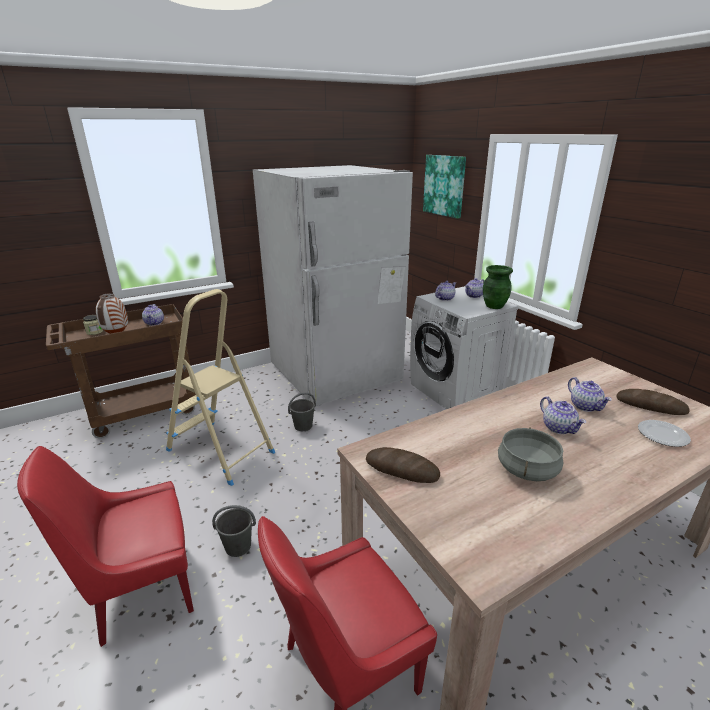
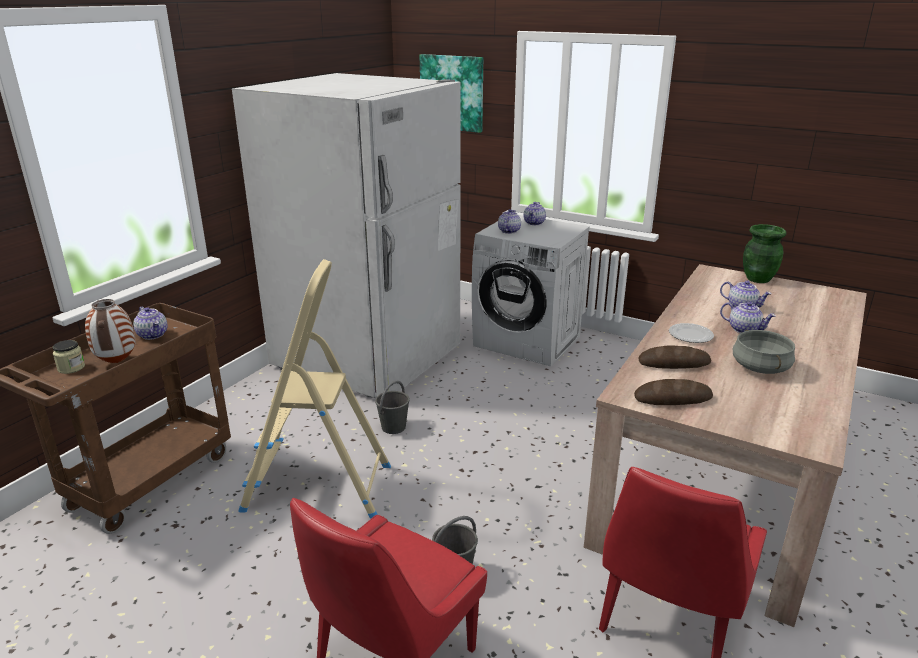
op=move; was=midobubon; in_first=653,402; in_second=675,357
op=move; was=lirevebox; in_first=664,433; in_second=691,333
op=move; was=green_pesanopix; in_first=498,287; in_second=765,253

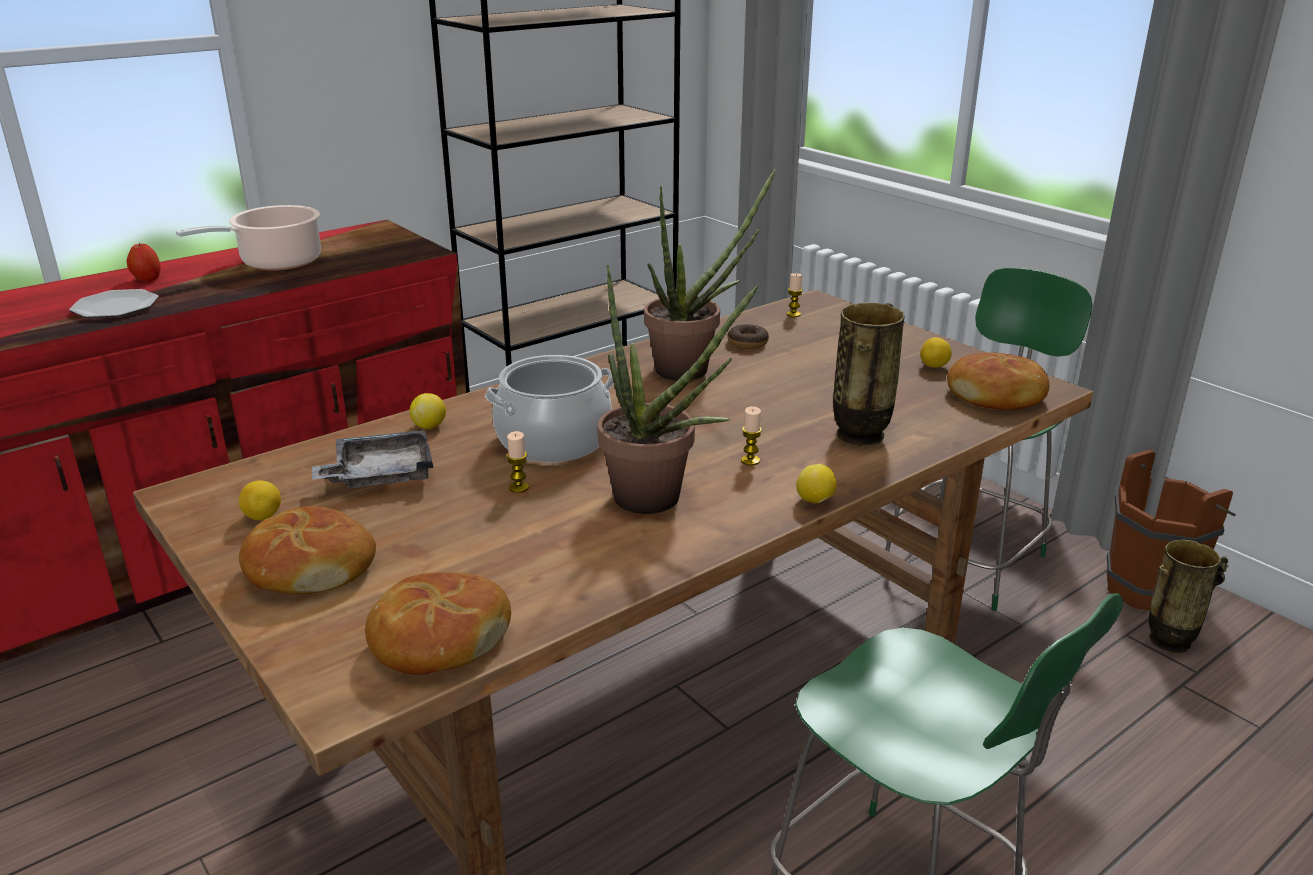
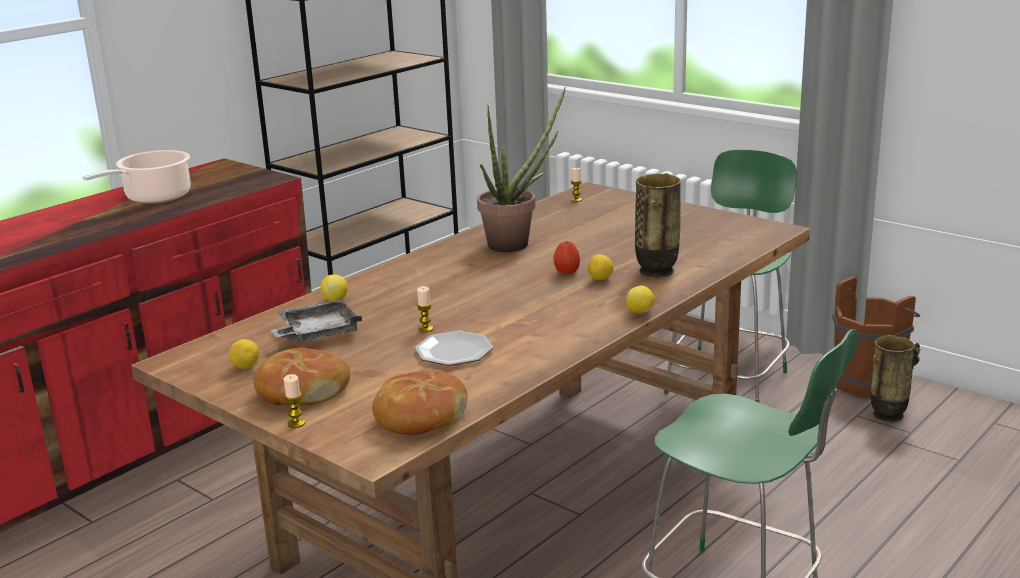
op=move; was=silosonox; in_first=751,436; in_second=294,401
op=move; was=lirevebox; in_first=114,303; in_second=454,348
op=move; was=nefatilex; in_first=144,261; in_second=567,257
op=move; was=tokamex; in_first=936,352; in_second=601,267
op=delete; was=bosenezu; in_first=549,408
op=delete; was=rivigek; in_first=678,389
op=delete; was=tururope; in_first=748,336
op=delete; was=midobubon; in_first=998,381

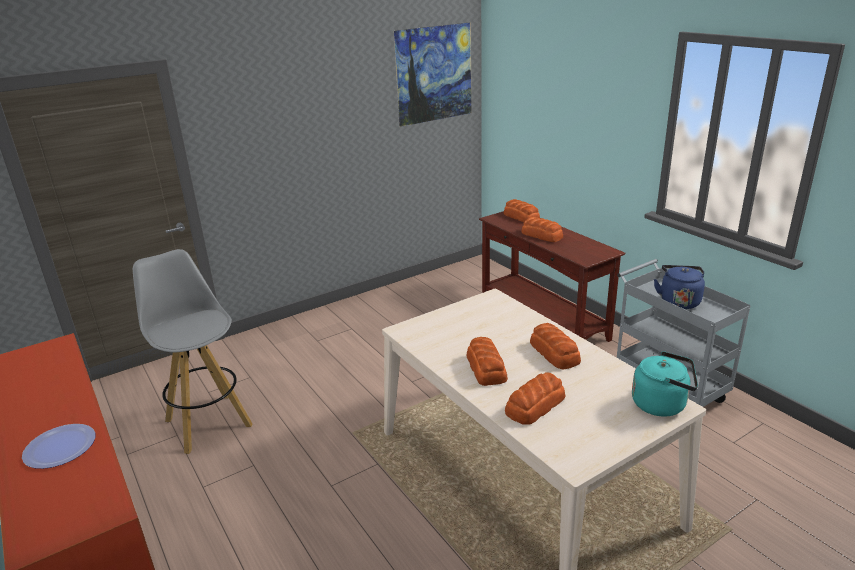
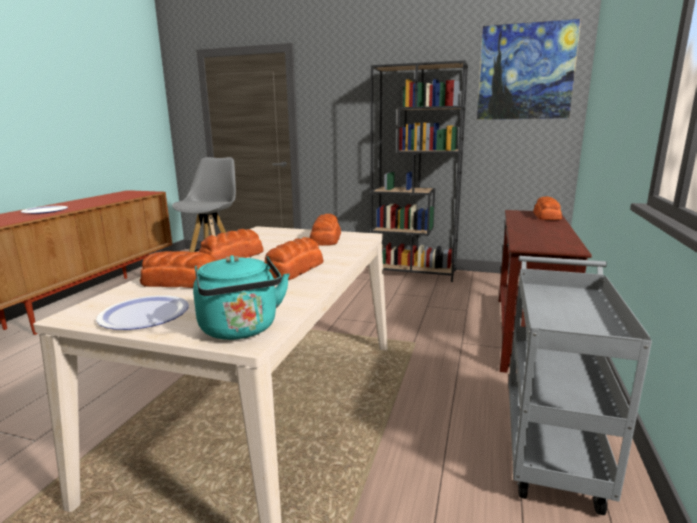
op=insert; now=lirevebox; in_second=142,312
op=move; was=midobubon; in_first=542,229; in_second=325,230
op=insert; now=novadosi; in_second=419,171
op=delete; was=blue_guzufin; in_first=679,287

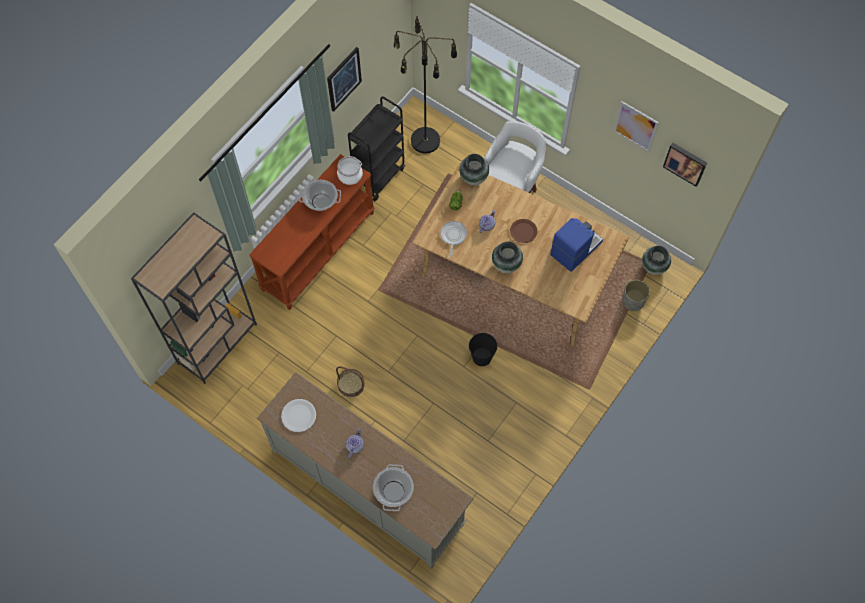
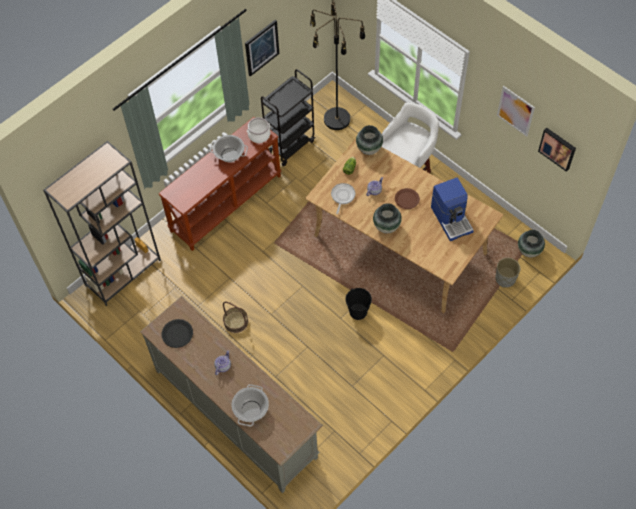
op=recolor; was=white_lirevebox; now=black_lirevebox; in_first=298,415; in_second=177,333
op=rotate; was=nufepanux; in_first=576,245; in_second=452,209; clockwise=105

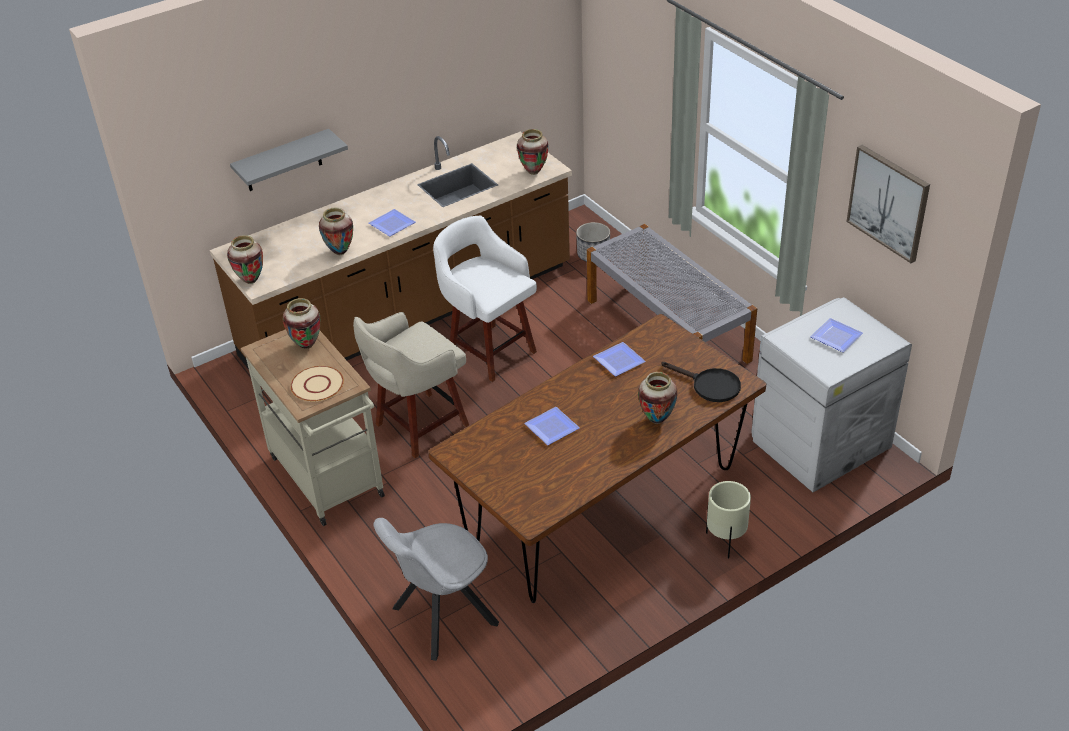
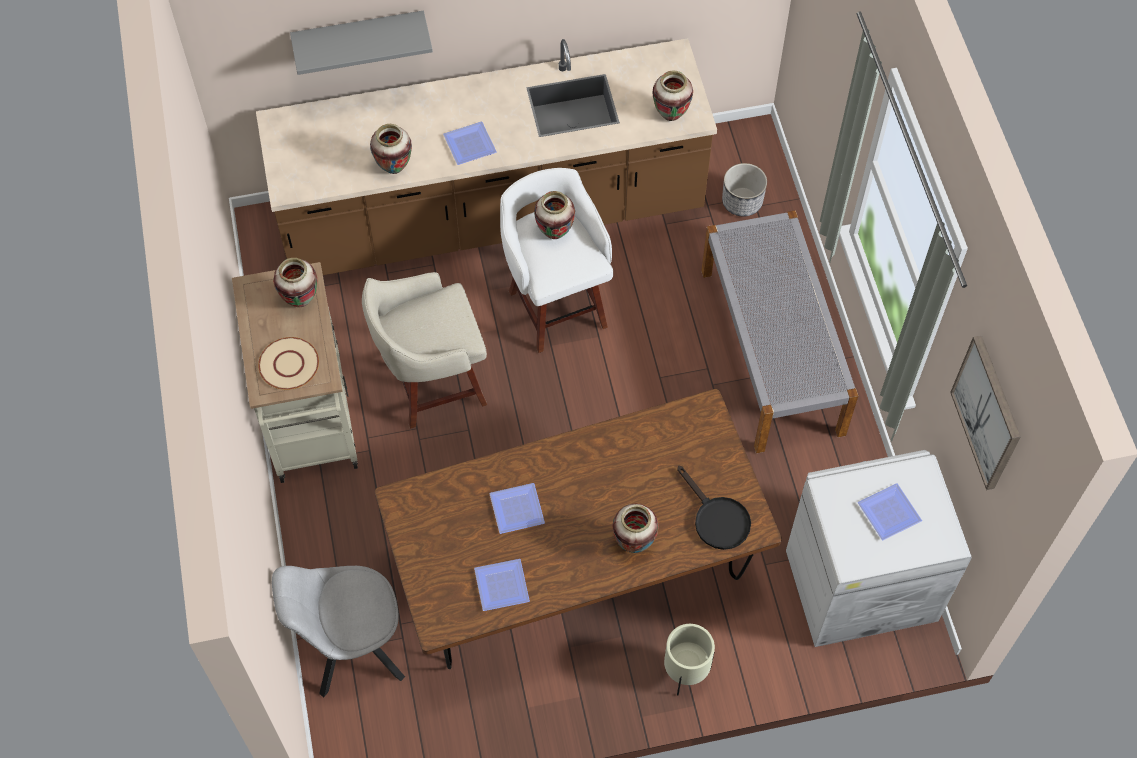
op=move; was=lirevebox; in_first=619,359; in_second=502,585
op=move; was=pesanopix; in_first=245,259; in_second=554,215

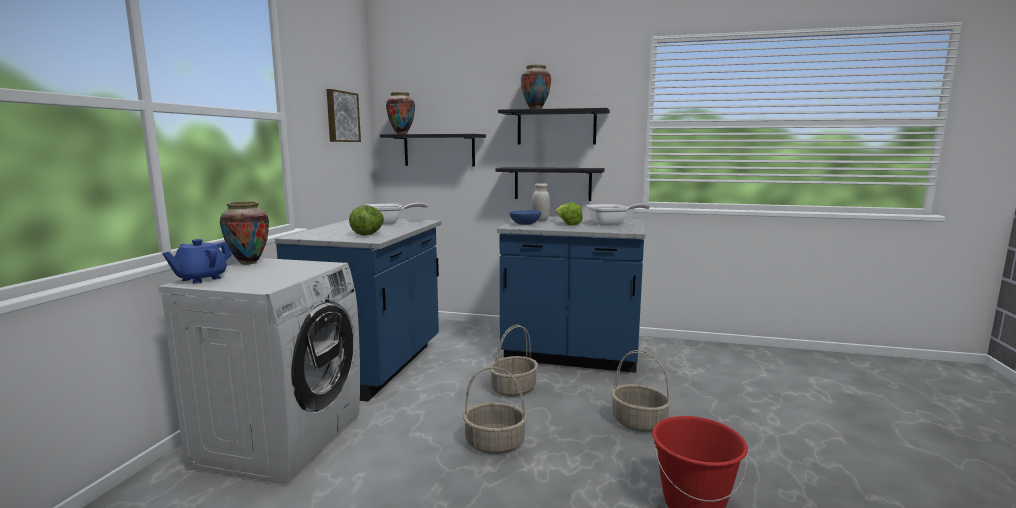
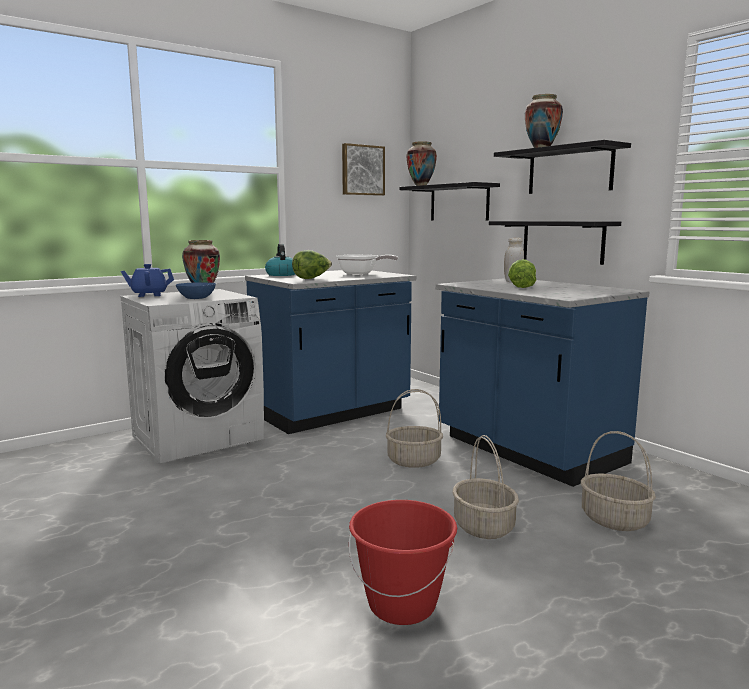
op=move; was=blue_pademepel; in_first=525,217; in_second=196,291
op=insert; now=guzufin; in_second=280,259
op=move; was=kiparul; in_first=495,410; in_second=618,481
op=delete; was=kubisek; in_first=618,215

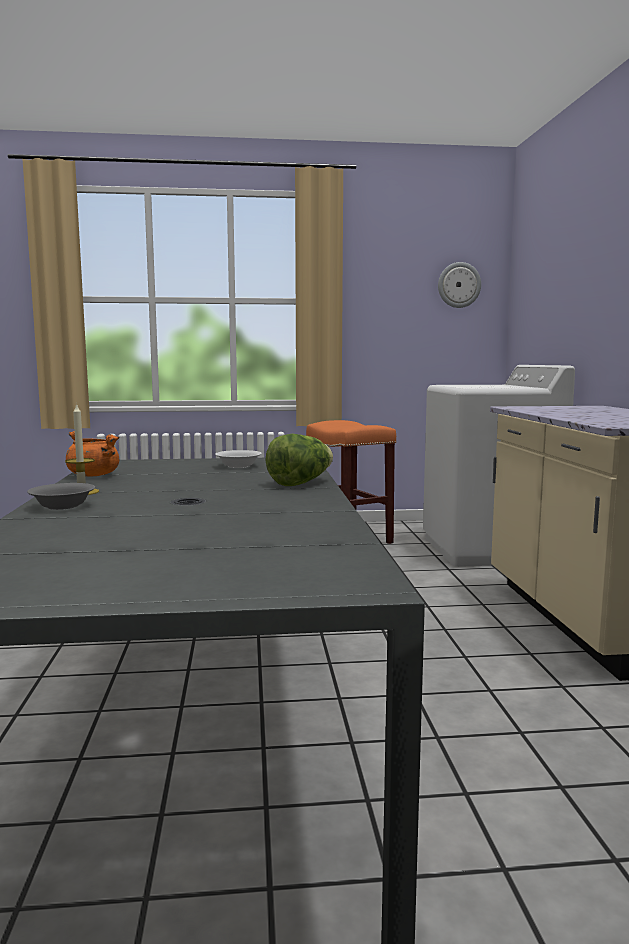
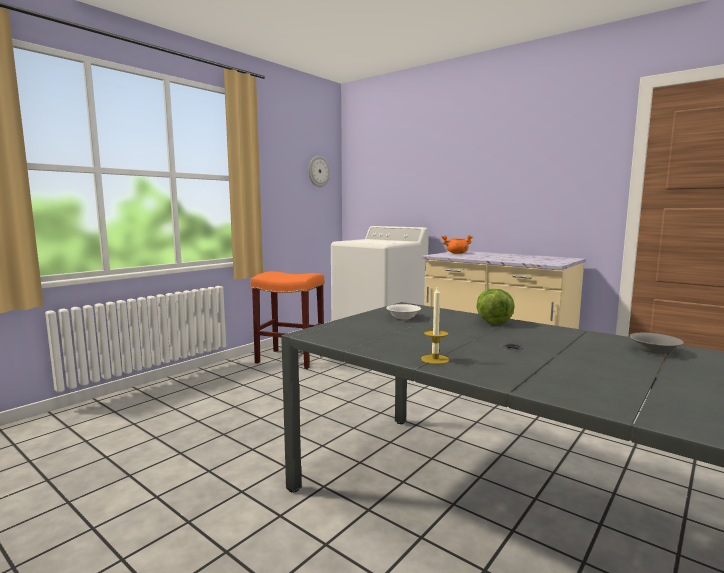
op=move; was=orange_bosenezu; in_first=92,453; in_second=457,244
op=move; was=grey_pademepel; in_first=61,496; in_second=657,344

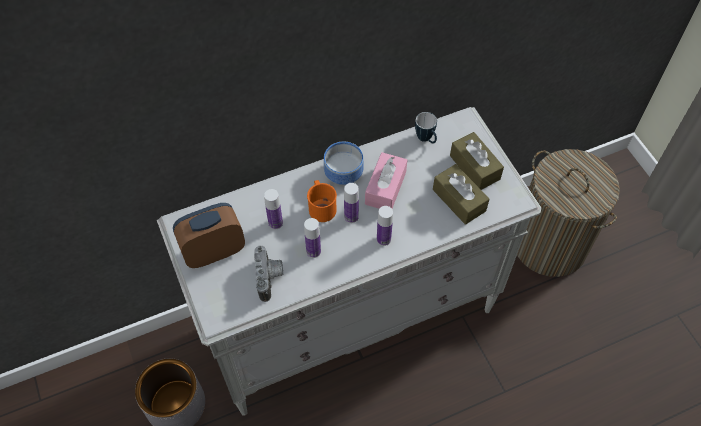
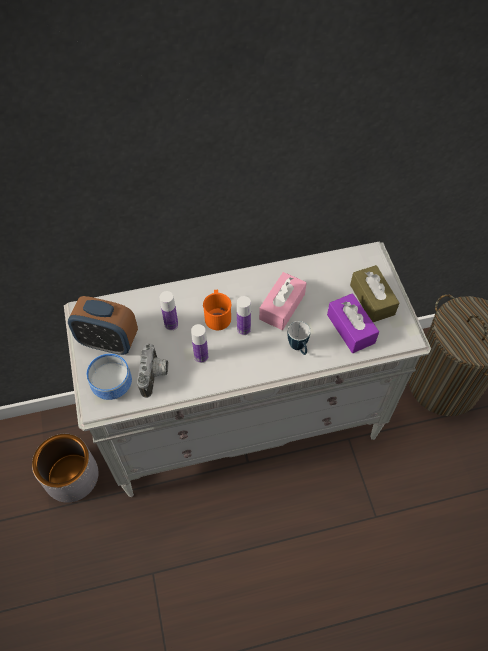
op=rotate; was=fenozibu; in_first=209,235; in_second=103,325; clockwise=-150
op=move; was=pademepel; in_first=344,163; in_second=109,377
op=move; was=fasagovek; in_first=426,128; in_second=299,338
op=recolor; was=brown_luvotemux; now=purple_luvotemux; in_first=461,194; in_second=353,323
op=delete; was=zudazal; in_first=385,226

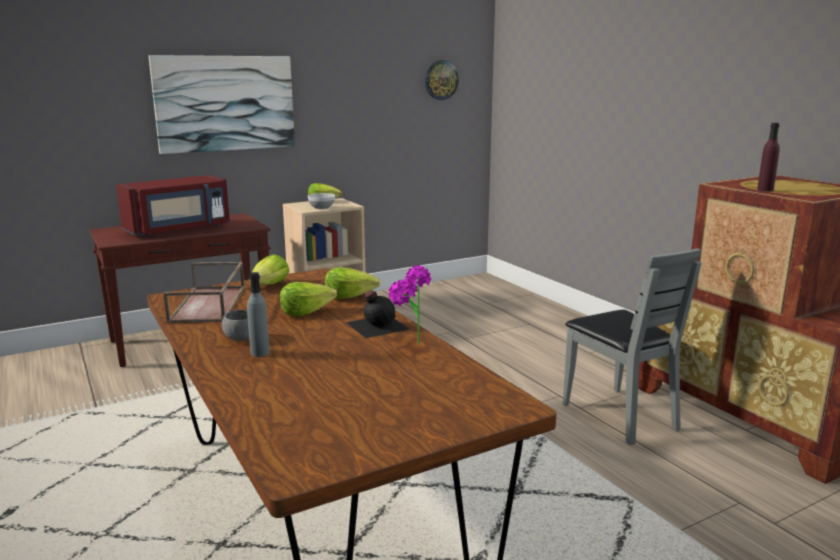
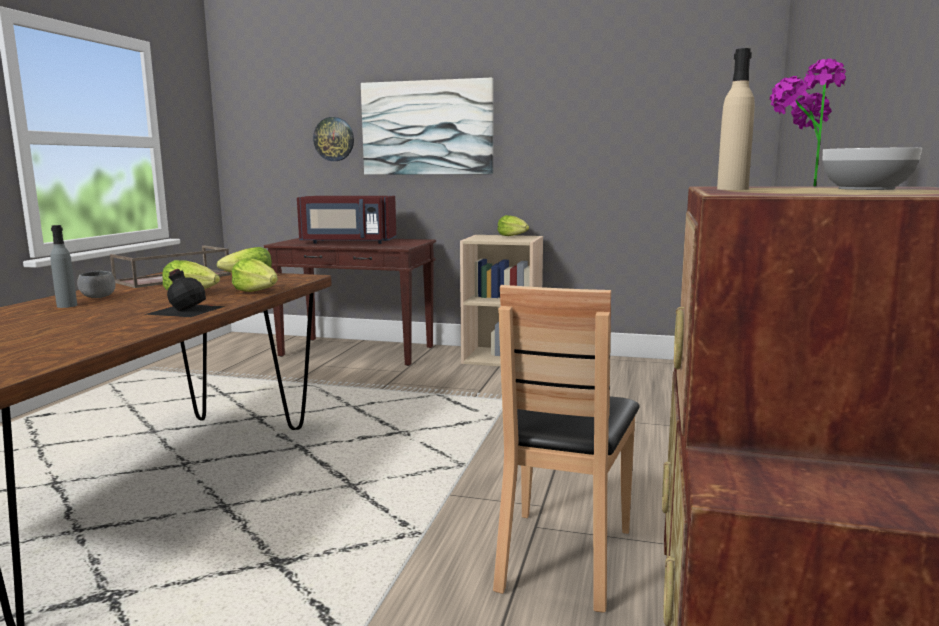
op=move; was=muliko; in_first=441,80; in_second=333,139
op=recolor; was=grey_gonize; now=brown_gonize; in_first=632,346; in_second=566,449
op=recolor; was=purple_zudazal; now=beige_zudazal; in_first=768,157; in_second=736,119
op=move; was=rivigek; in_first=410,305; in_second=808,122
op=move; was=pademepel; in_first=321,201; in_second=872,169

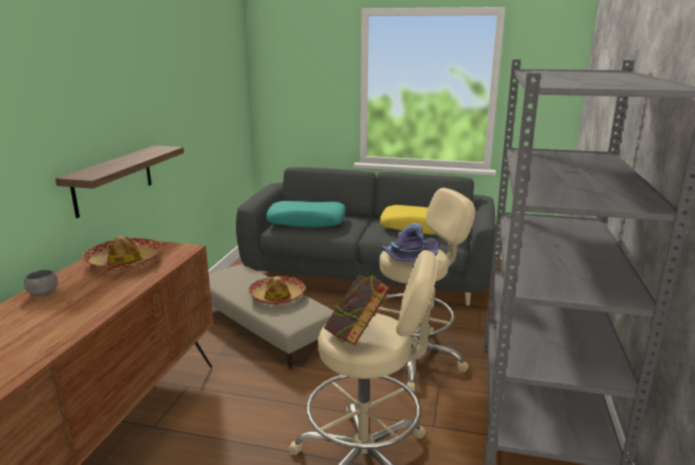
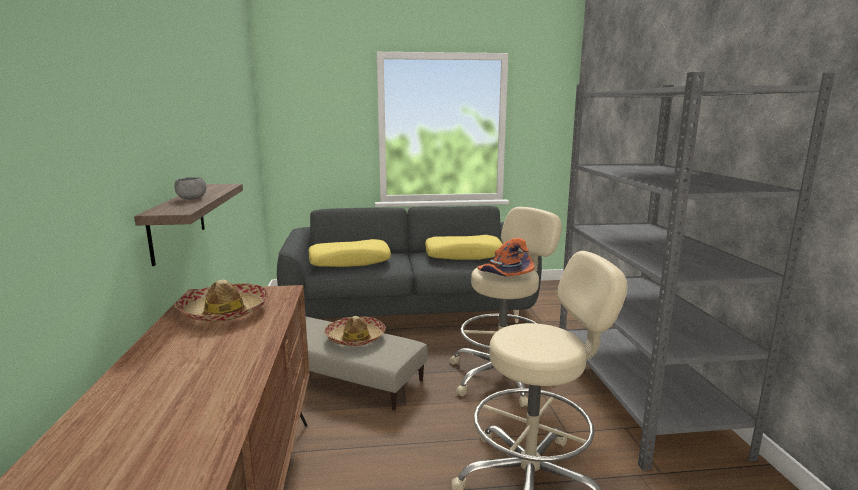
op=move; was=grey_pademepel; in_first=41,282; in_second=190,188
op=recolor; was=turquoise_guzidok; now=yellow_guzidok; in_first=306,214; in_second=349,253
op=recolor; was=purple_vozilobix; now=orange_vozilobix; in_first=410,242; in_second=505,257
op=delete; was=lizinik; in_first=357,310

